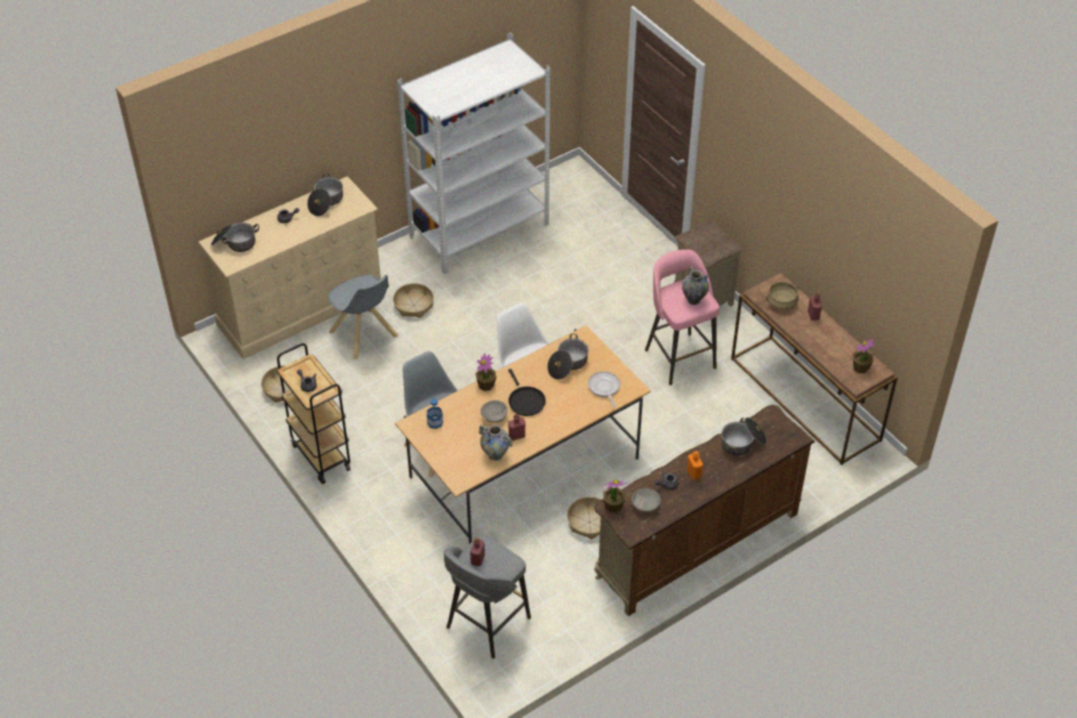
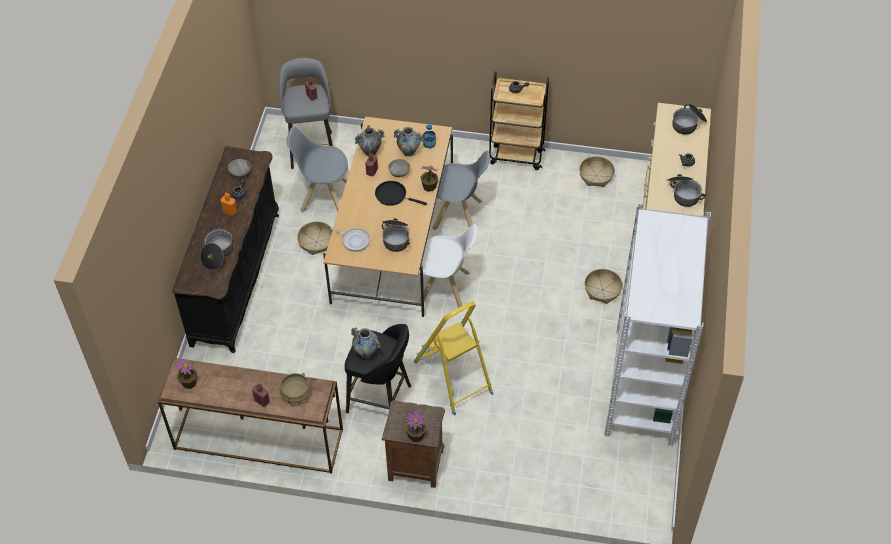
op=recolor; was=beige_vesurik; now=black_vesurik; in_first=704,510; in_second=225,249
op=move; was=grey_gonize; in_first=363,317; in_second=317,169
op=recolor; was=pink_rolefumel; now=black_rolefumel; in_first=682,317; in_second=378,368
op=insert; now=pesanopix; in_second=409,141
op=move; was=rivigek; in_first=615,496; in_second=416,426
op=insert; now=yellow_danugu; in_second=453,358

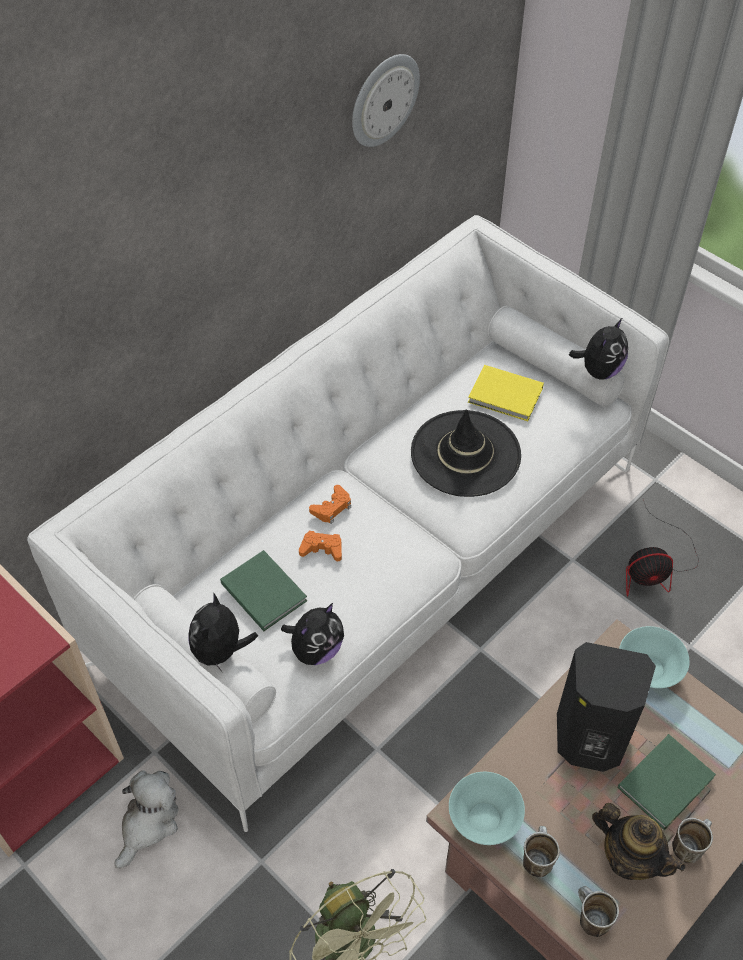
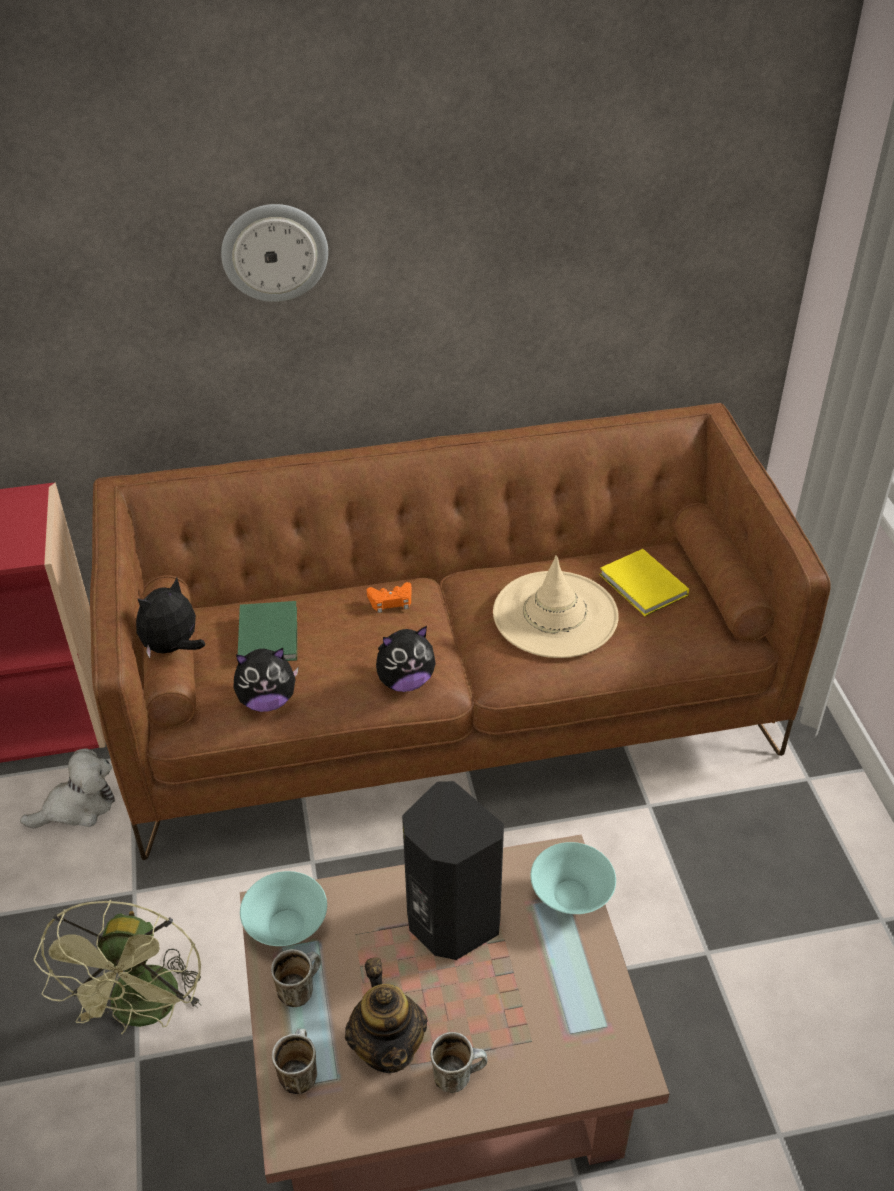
op=recolor; was=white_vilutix; now=brown_vilutix; in_first=348,523; in_second=460,631
op=move; was=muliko; in_first=386,100; in_second=274,253
op=move; was=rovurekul; in_first=598,349; in_second=406,659
op=recolor; was=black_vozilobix; now=beige_vozilobix; in_first=466,453; in_second=556,606
op=delete; was=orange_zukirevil; in_first=320,546
op=delete; was=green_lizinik; in_first=667,782
op=delete; was=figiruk; in_first=662,548

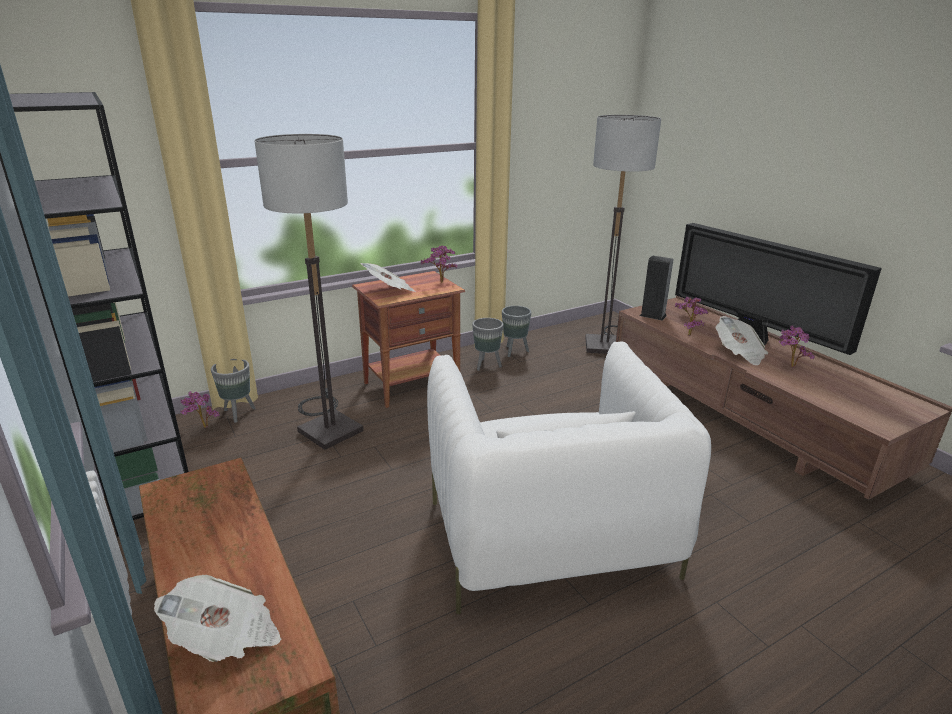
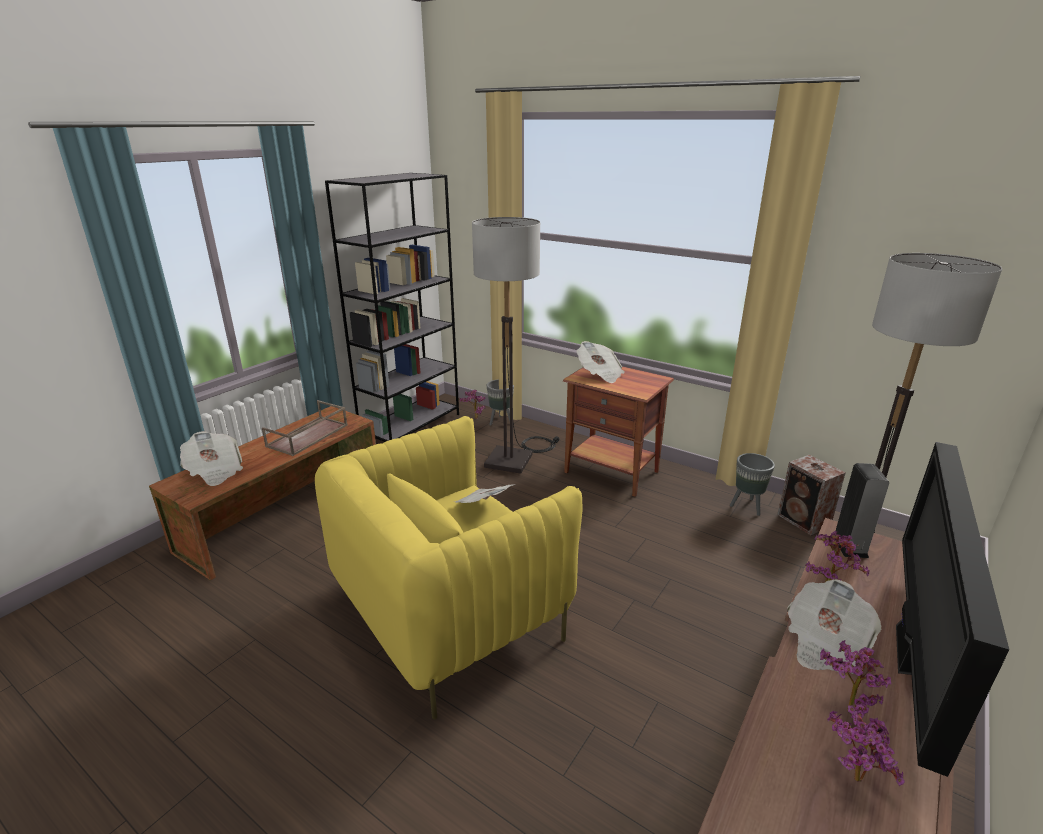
op=insert; now=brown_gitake; in_second=305,428
op=recolor; was=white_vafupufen; now=yellow_vafupufen; in_first=569,477; in_second=448,567
op=insert; now=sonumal; in_second=485,493
op=insert; now=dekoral; in_second=811,495
op=move; was=rivigek; in_first=439,264; in_second=866,748
op=delete; was=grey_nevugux; in_first=488,344

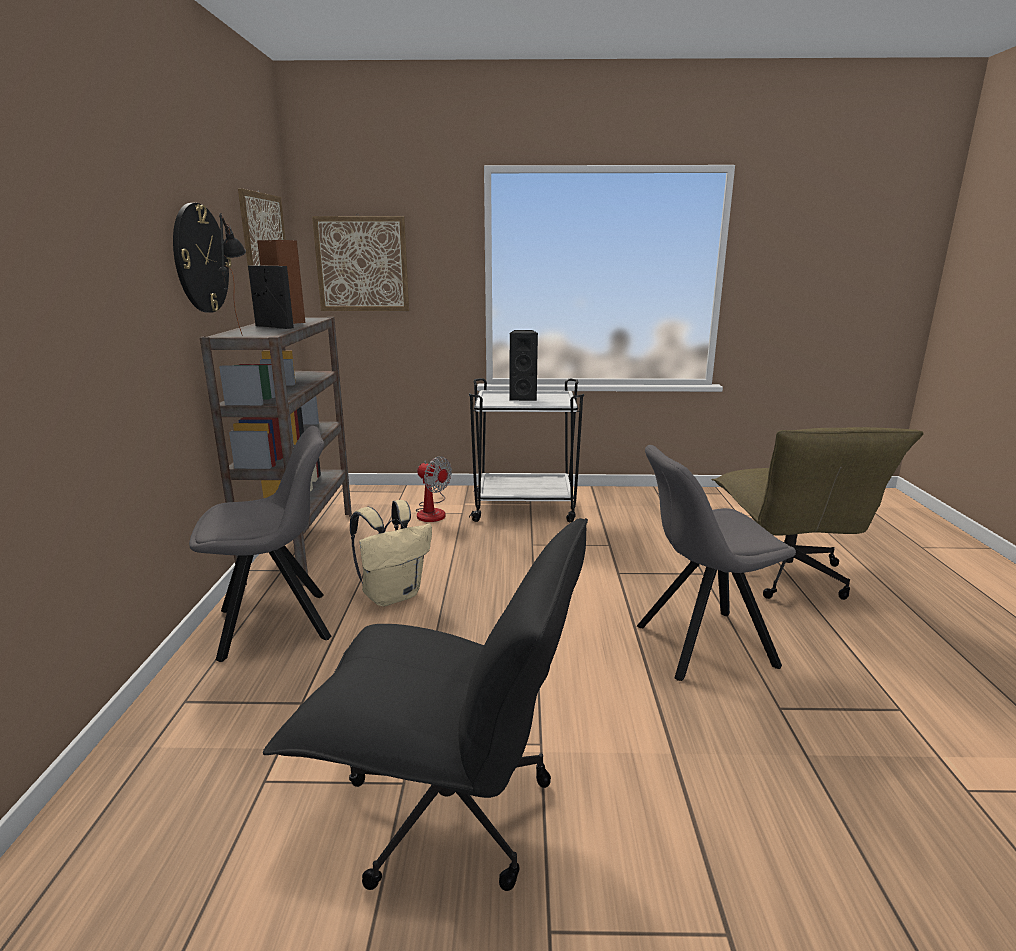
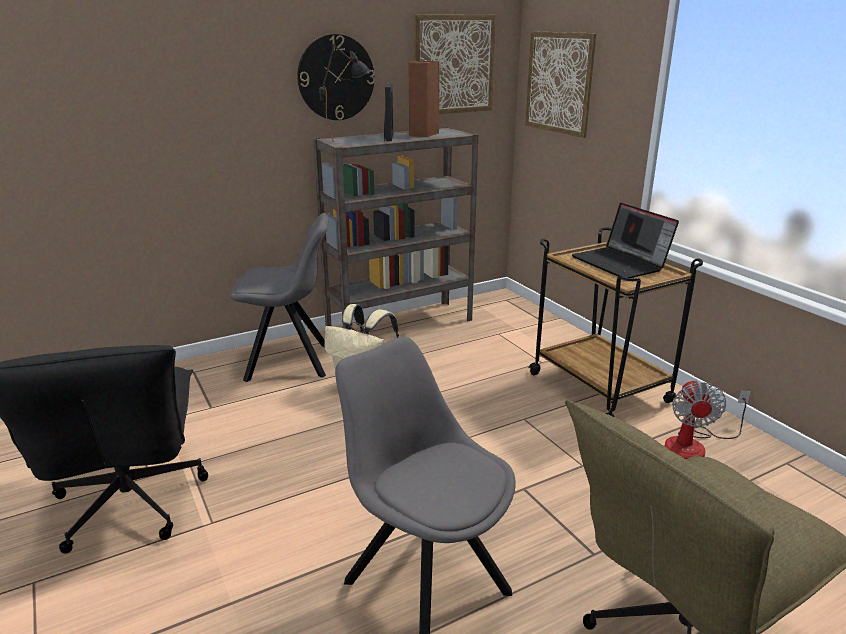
op=rotate; was=grey_gonize; in_first=260,544; in_second=279,297; clockwise=-45
op=recolor; was=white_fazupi; now=brown_fazupi; in_first=526,450; in_second=615,322
op=replace; was=black_dekoral; now=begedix; in_first=523,365; in_second=625,240
op=move; was=figiruk; in_first=434,489; in_second=708,419

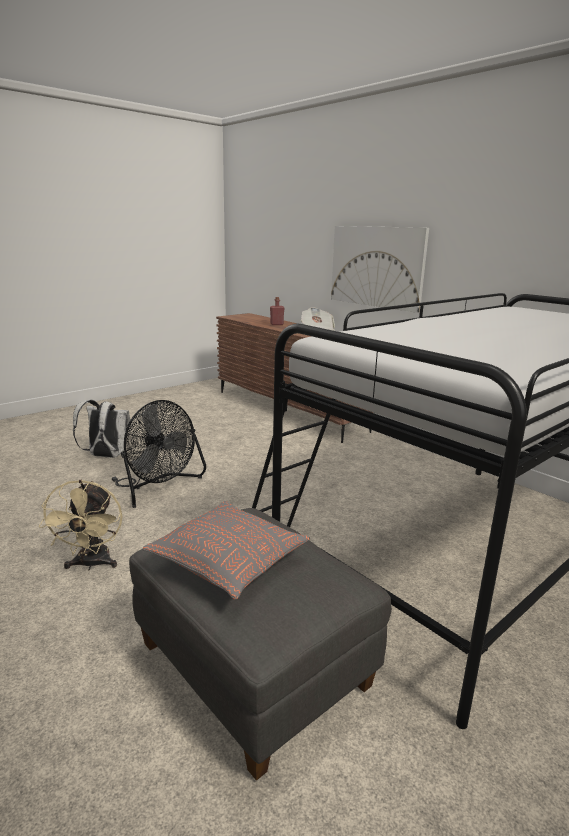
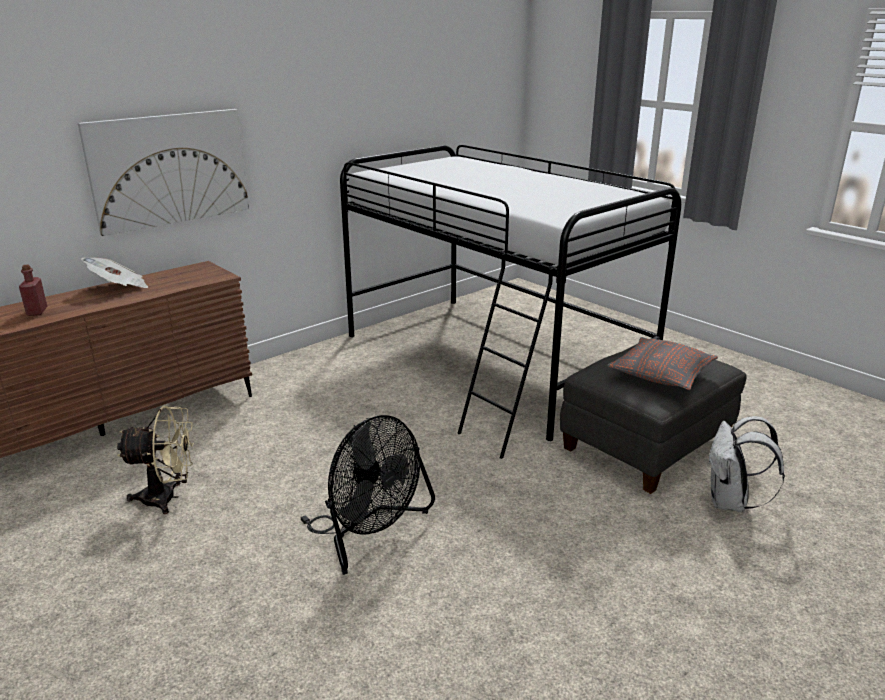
op=move; was=beige_figiruk; in_first=81,525; in_second=155,460
op=rotate; was=black_figiruk; in_first=159,454; in_second=368,495; clockwise=90
op=move; was=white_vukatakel; in_first=102,429; in_second=746,464

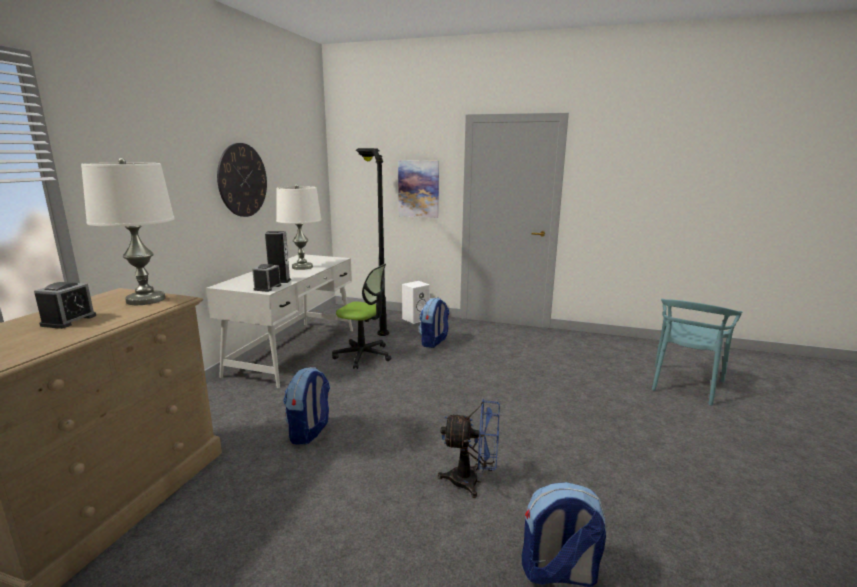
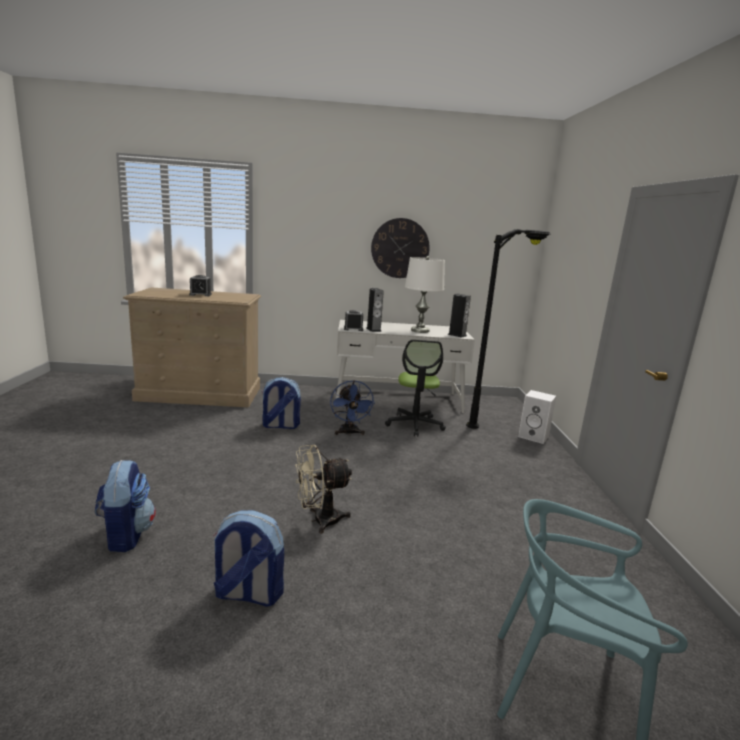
op=move; was=vukatakel; in_first=434,323; in_second=248,558
op=insert; now=beige_figiruk; in_second=323,489
op=move; was=blue_figiruk; in_first=469,448; in_second=352,407
op=insert; now=dekoral; in_second=459,316
op=delete; was=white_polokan; in_first=128,231
op=delete; was=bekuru; in_first=418,189

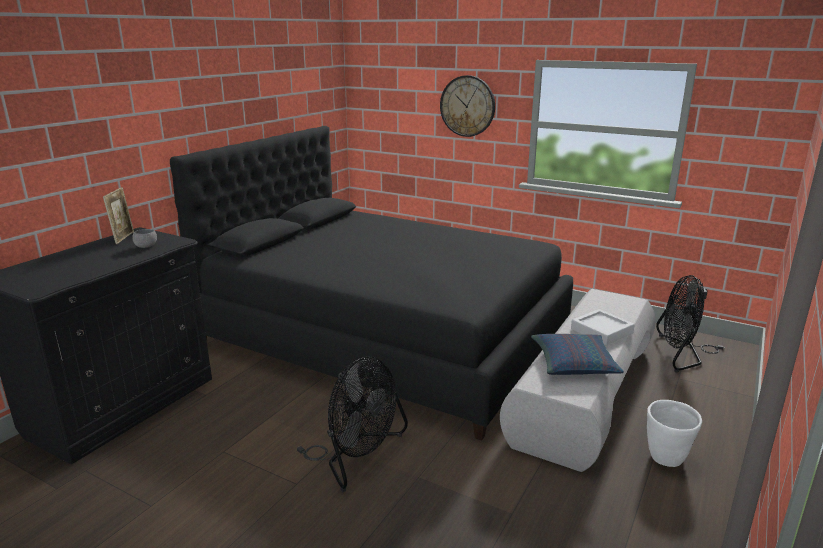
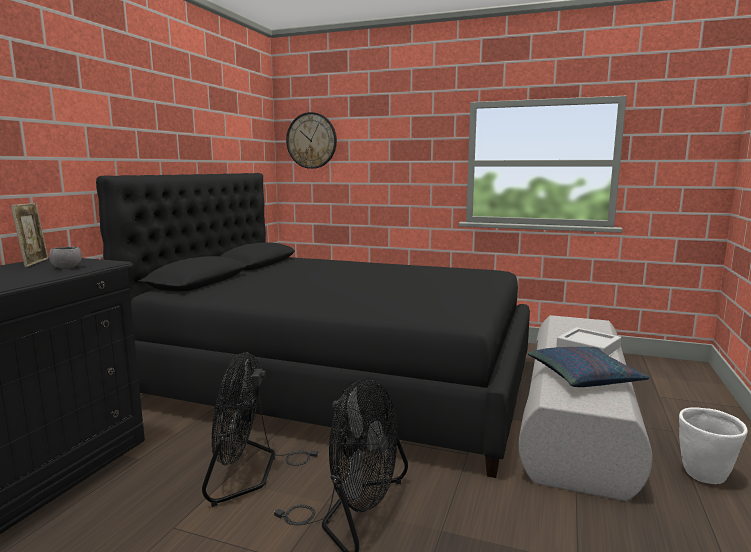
op=move; was=black_figiruk; in_first=690,324; in_second=260,429
op=move; was=muliko; in_first=467,106; in_second=311,140

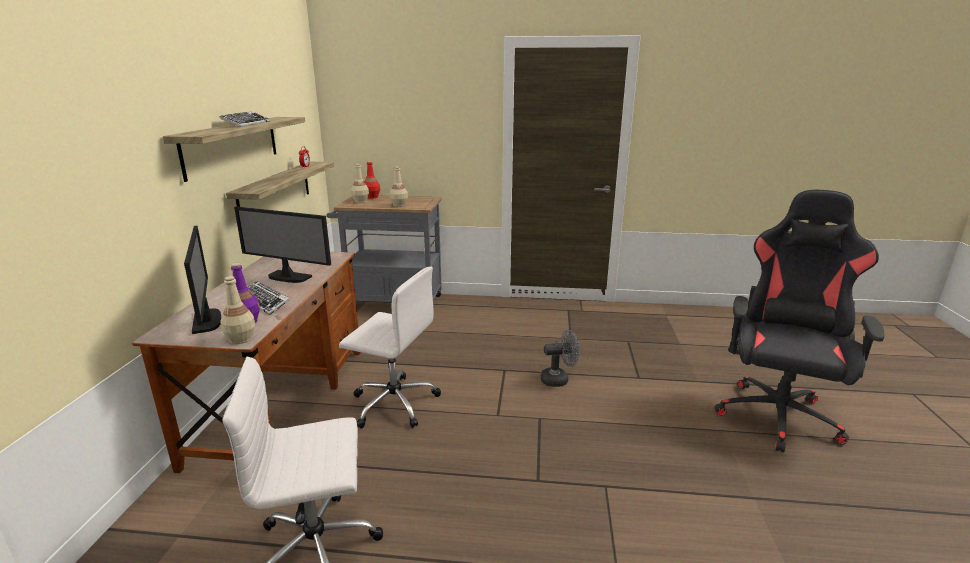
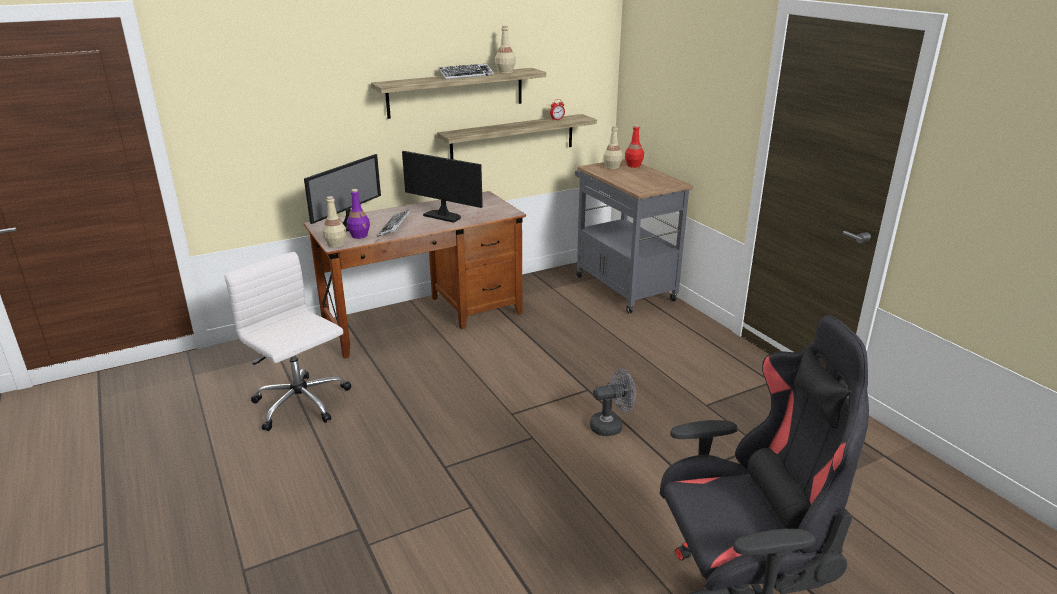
op=rotate; was=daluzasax; in_first=282,244; in_second=442,187; clockwise=135
op=move; was=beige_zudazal; in_first=399,187; in_second=505,50
op=rotate; was=grey_figiruk; in_first=560,358; in_second=613,402; clockwise=-60
op=delete; was=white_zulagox; in_first=390,348

